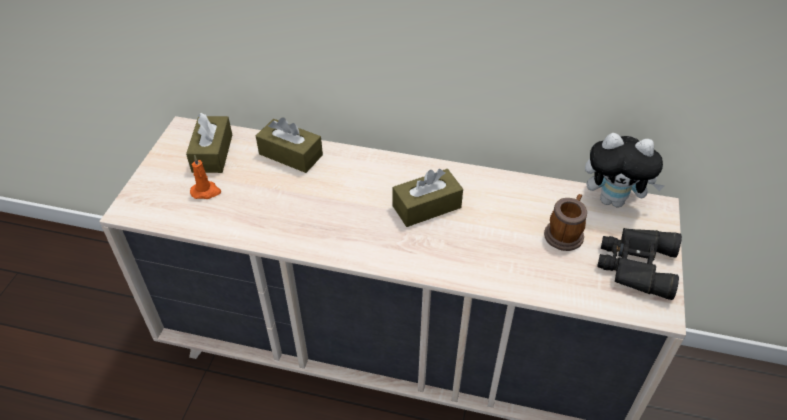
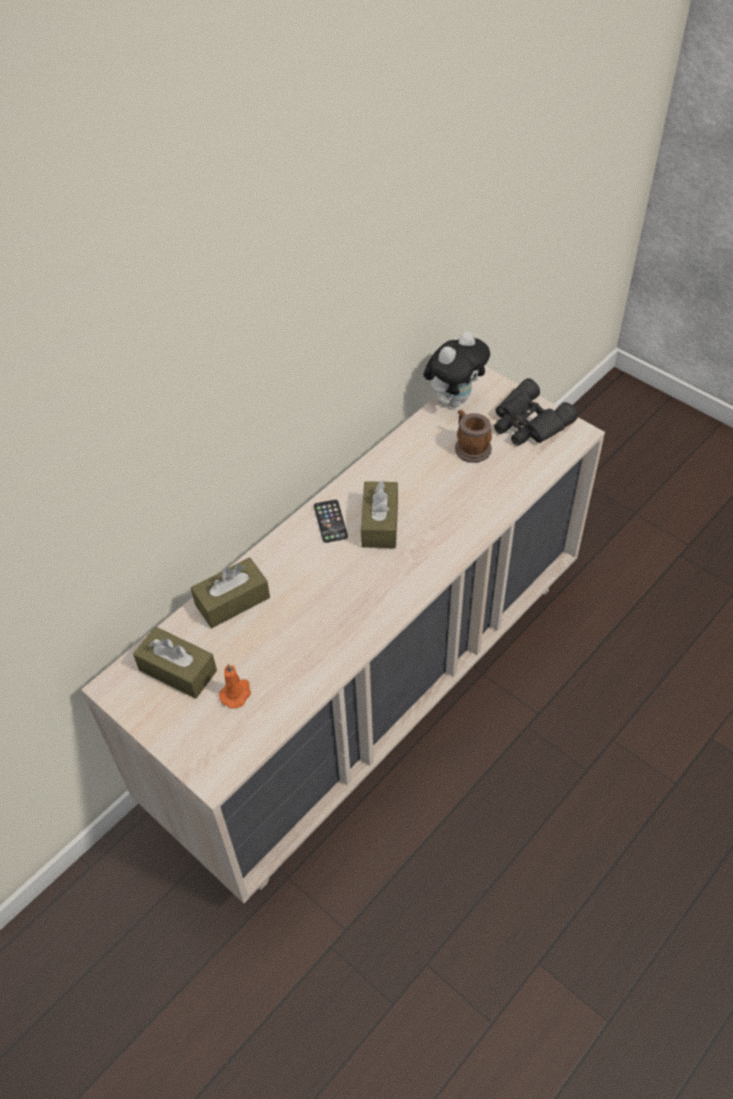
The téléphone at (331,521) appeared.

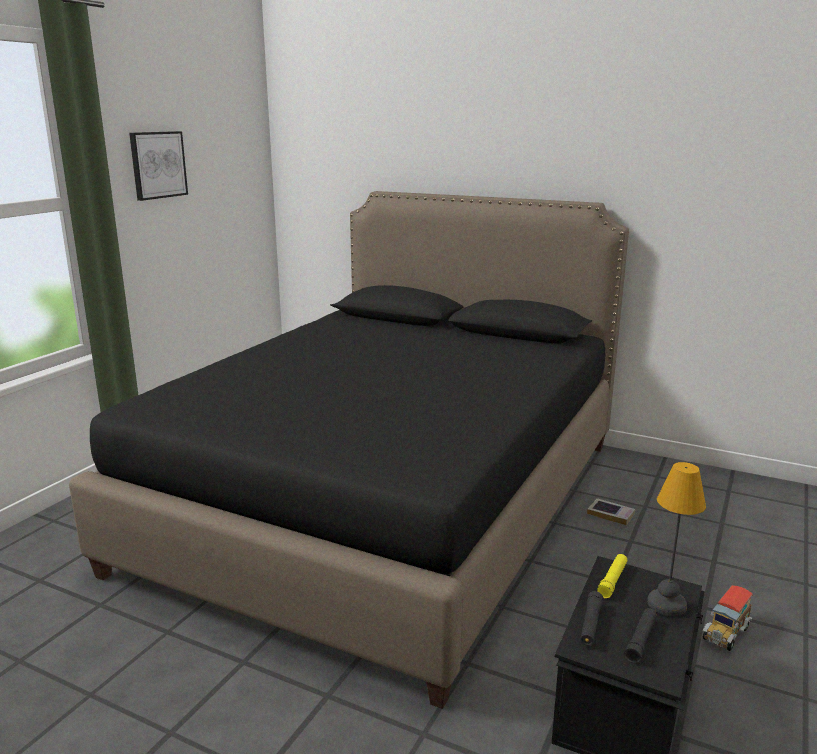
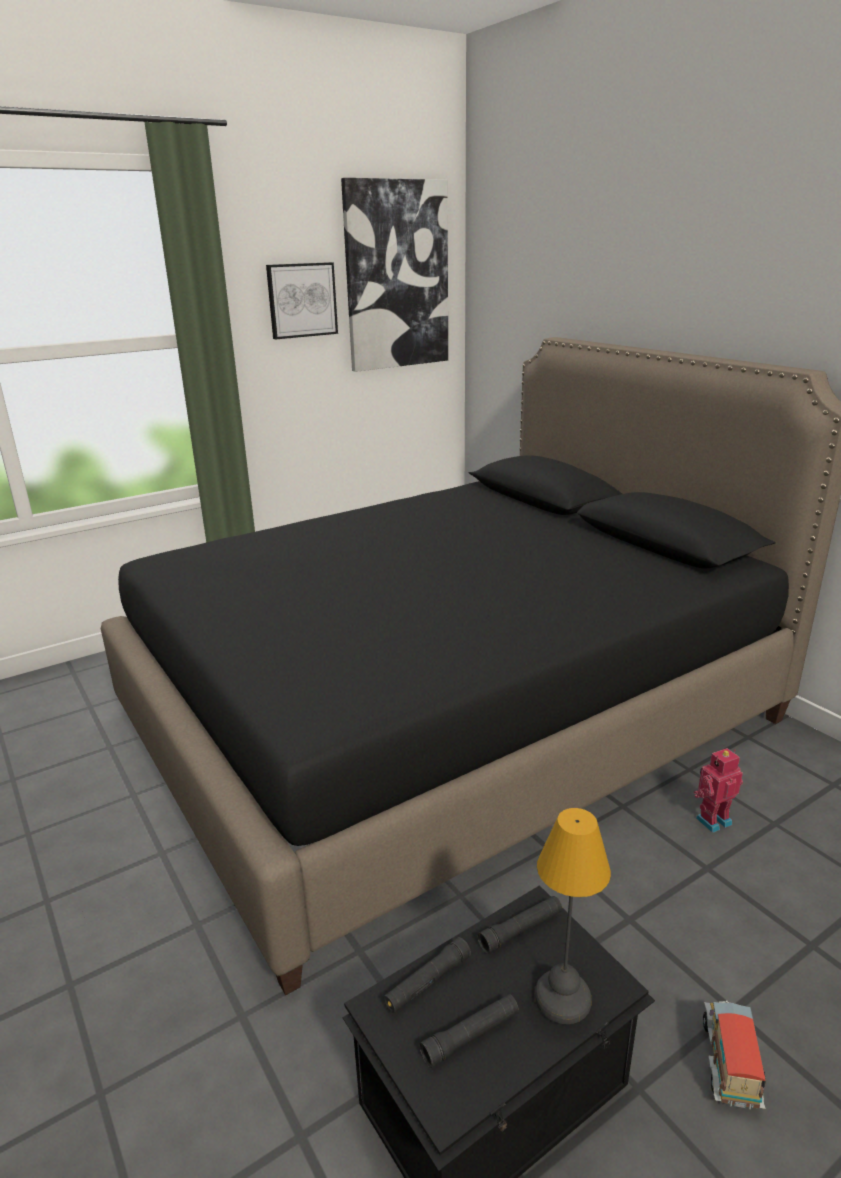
The tableau at (394,275) appeared.
The lampe de poche [jaune] at (612,576) became the lampe de poche [noir] at (520,925).
The livre at (611,511) was replaced by the robot jouet at (718,790).
The camion jouet at (728,618) turned 120 degrees clockwise.

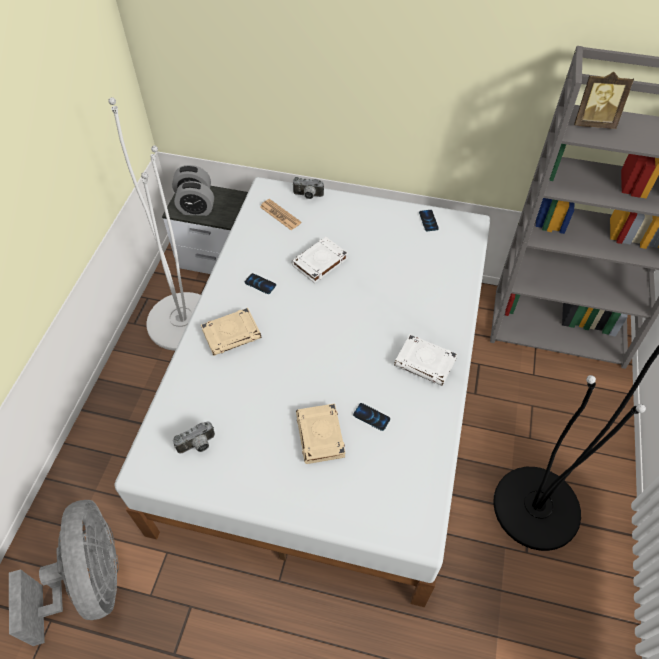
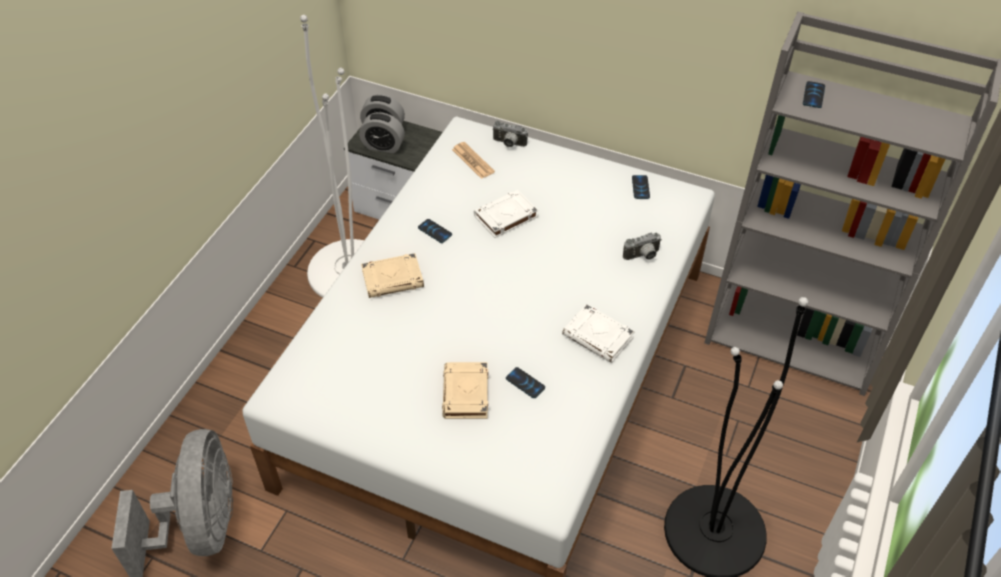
The appareil photo moved from (194,437) to (642,246).
The cadre photo at (604,100) was replaced by the téléphone at (814,94).

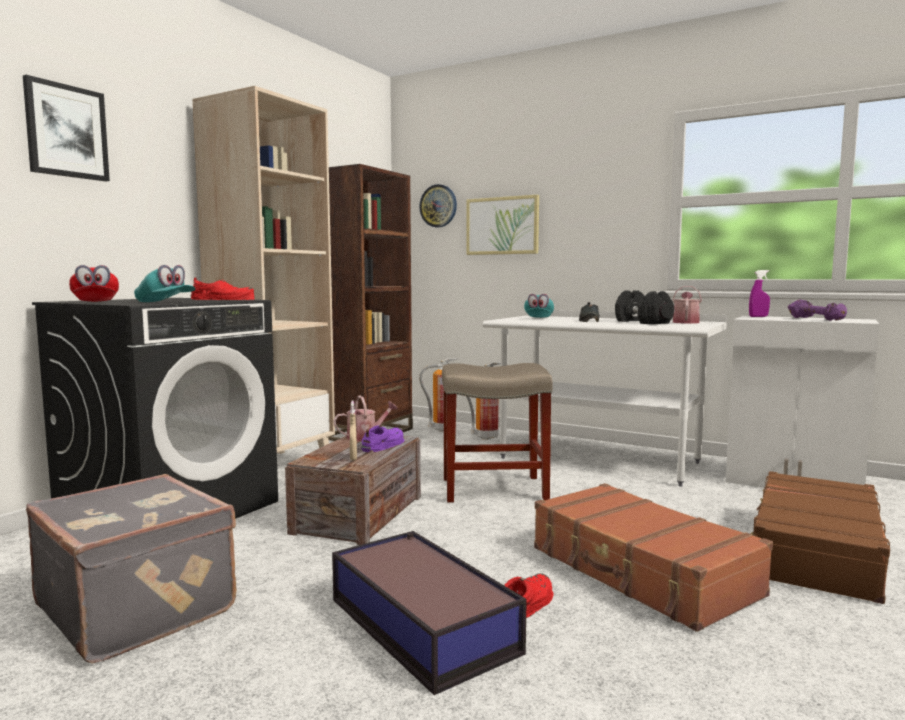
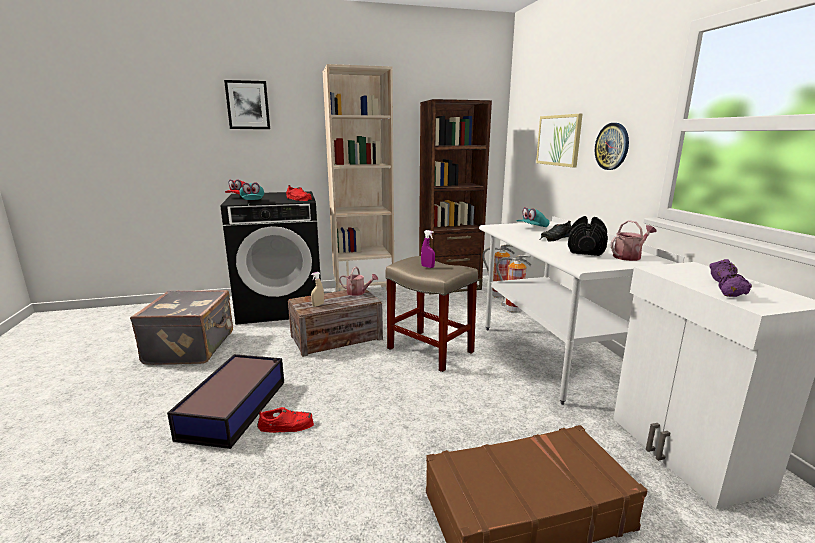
The vaporisateur [violet] moved from (759,293) to (428,249).
The horloge murale moved from (438,205) to (612,146).
The chaussure [violet] at (383,438) disappeared.
The valise [marron] at (653,557) disappeared.

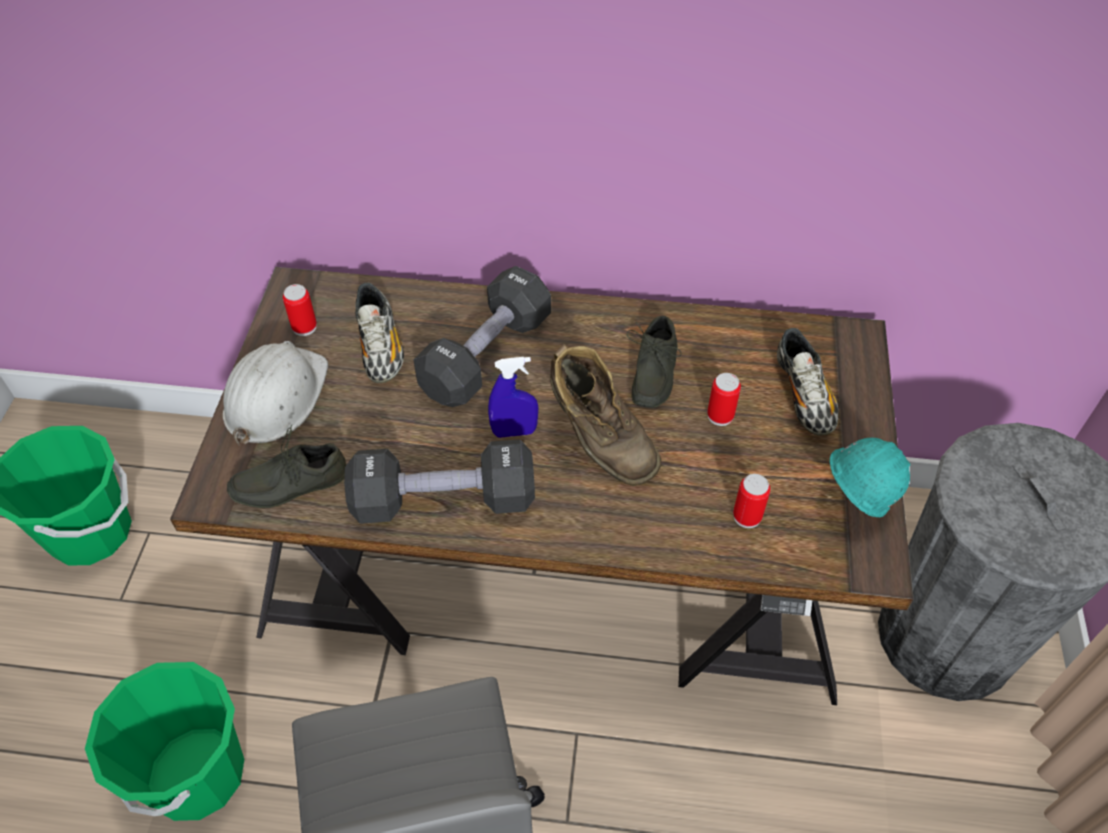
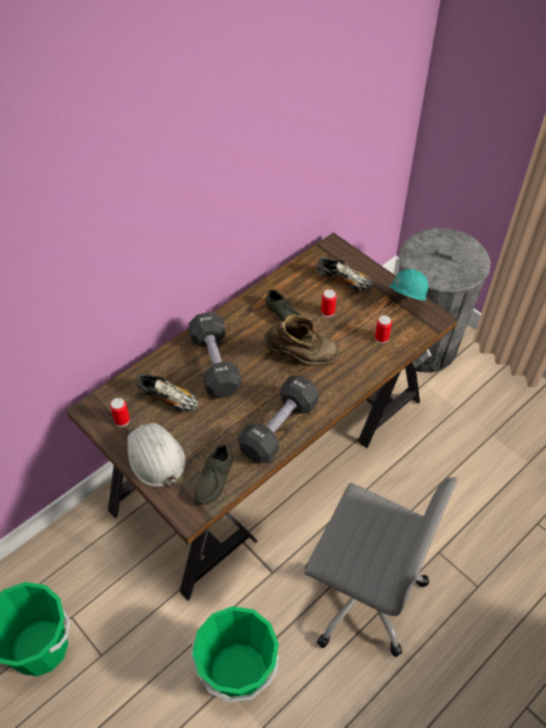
The vaporisateur [bleu] at (513,397) disappeared.

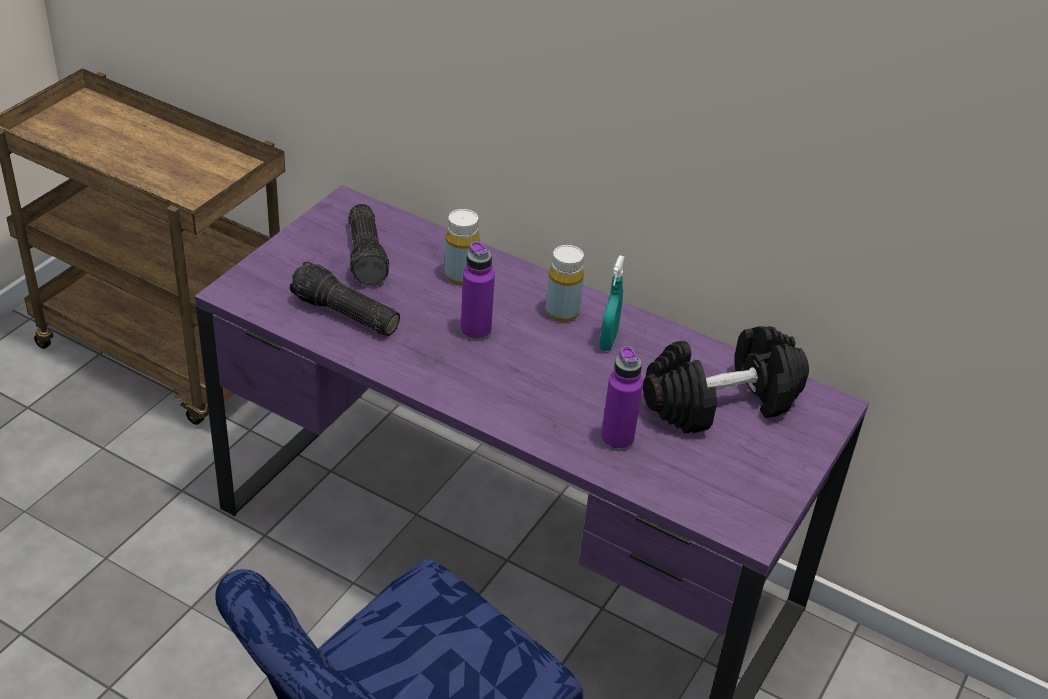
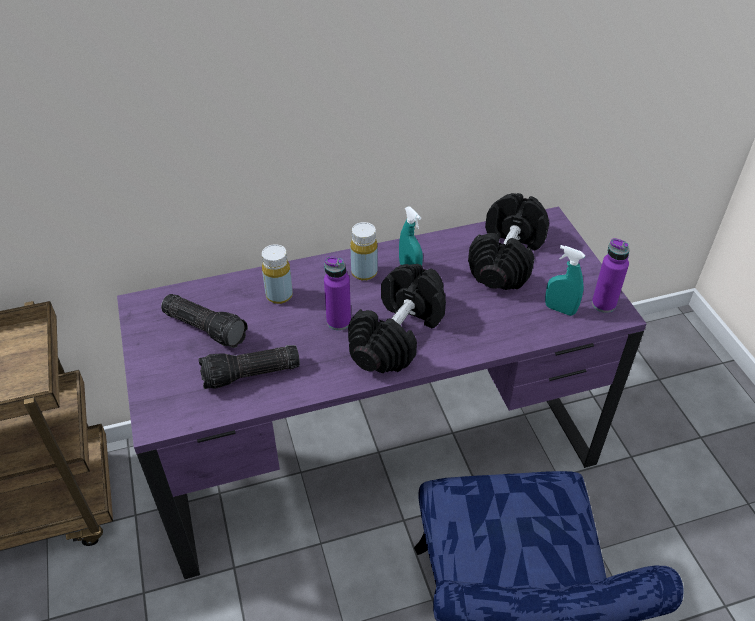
The haltère [noir] at (397,318) appeared.
The vaporisateur [turquoise] at (565,280) appeared.
The bouteille [violet] moved from (622,398) to (610,275).

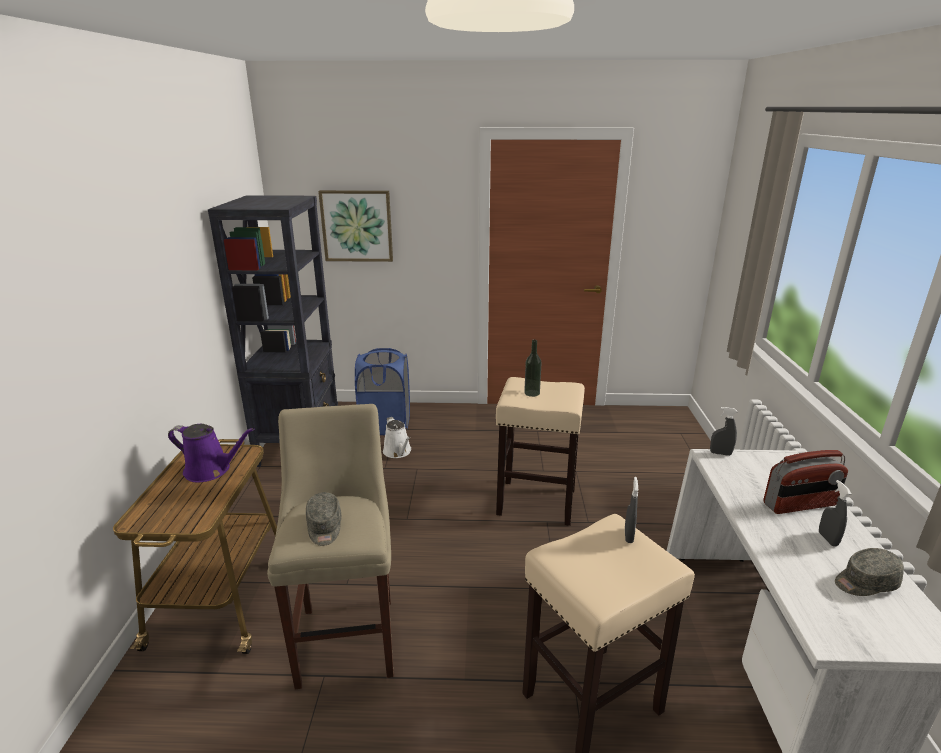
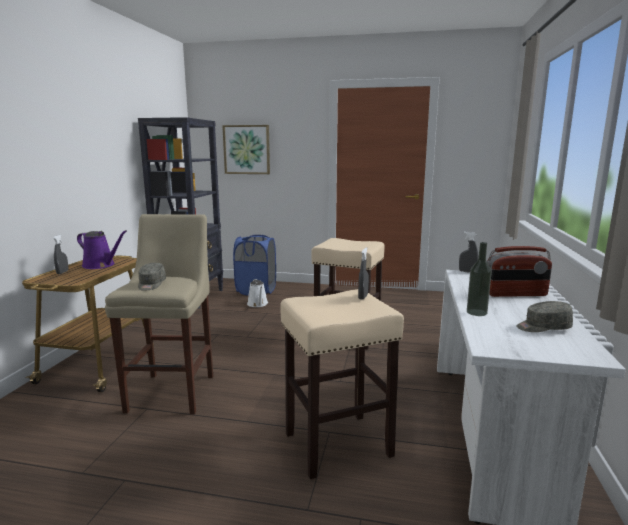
The vaporisateur [gris] moved from (835,513) to (60,254).
The bouteille moved from (533,368) to (479,279).

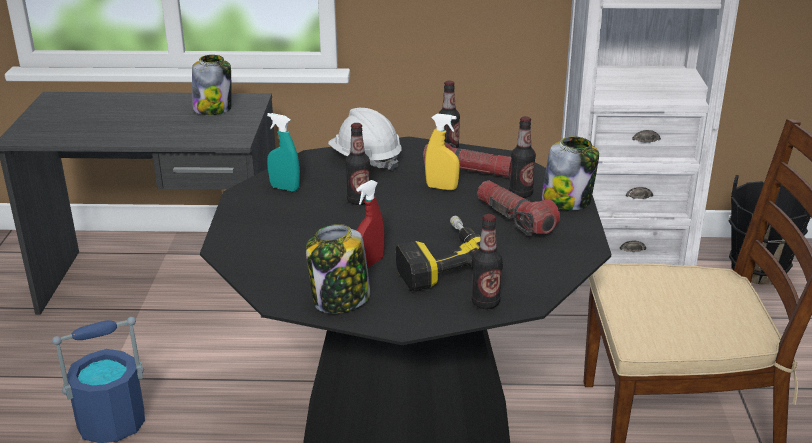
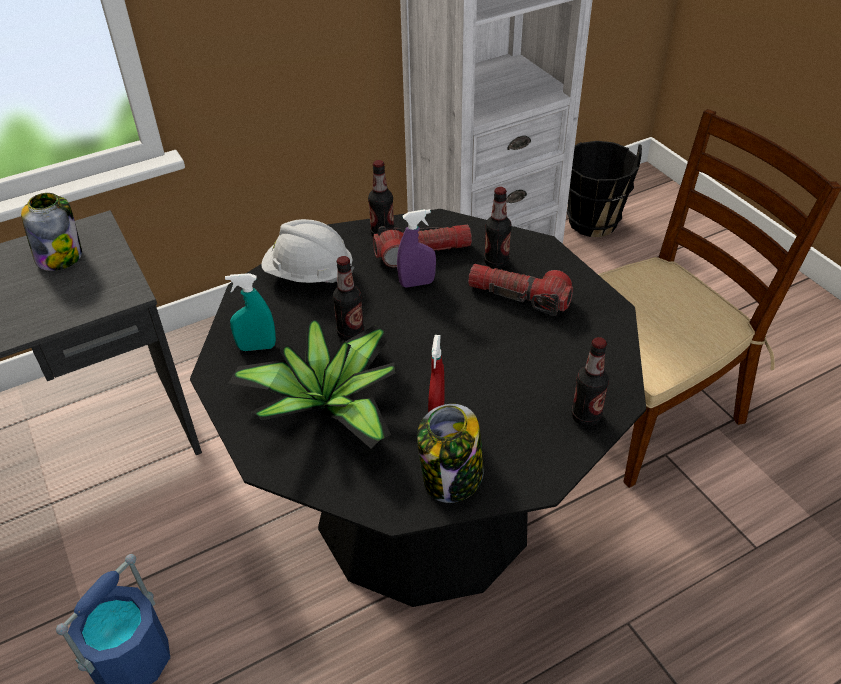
The plante en pot at (311,383) appeared.
The vaporisateur [jaune] at (442,151) became the vaporisateur [violet] at (416,248).
The perceuse at (449,253) disappeared.
The bocal at (570,173) disappeared.

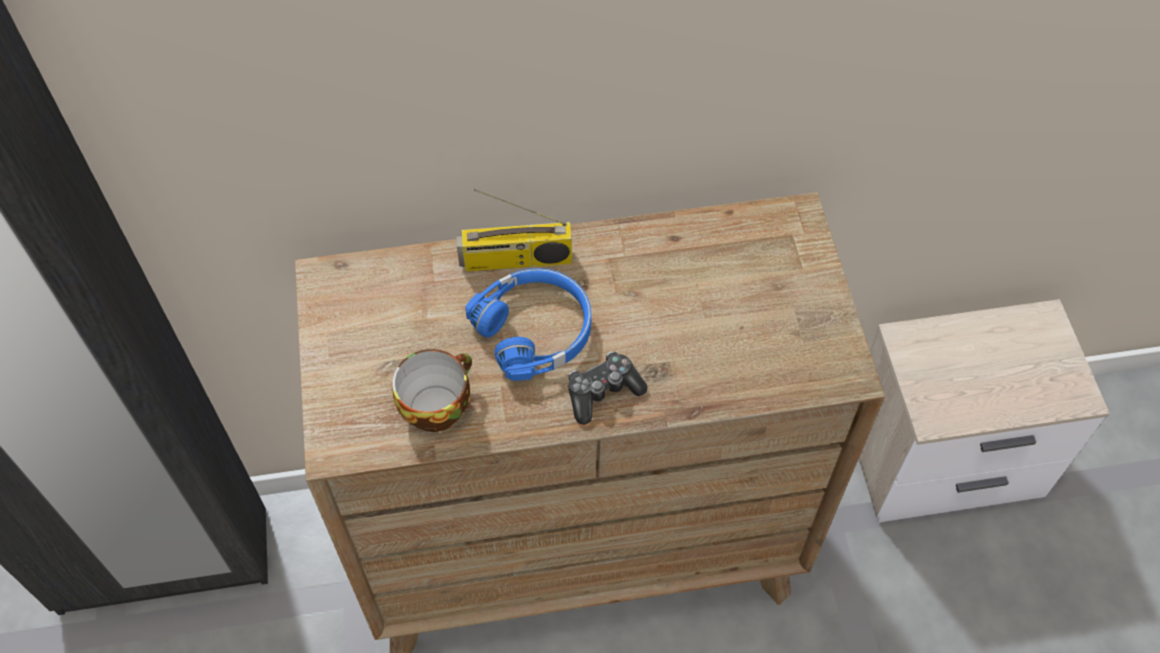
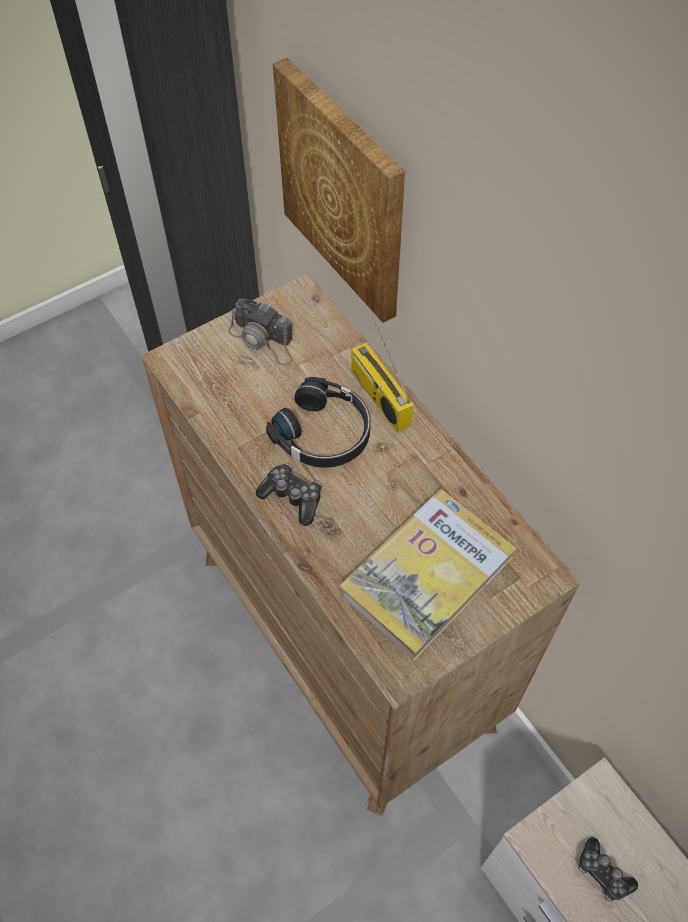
The appareil photo at (260,332) appeared.
The casque audio [bleu] at (528,324) became the casque audio [noir] at (318,422).
The tableau at (339,190) appeared.
The livre at (428,575) appeared.
The manette at (608,869) appeared.
The tasse at (432,390) disappeared.

